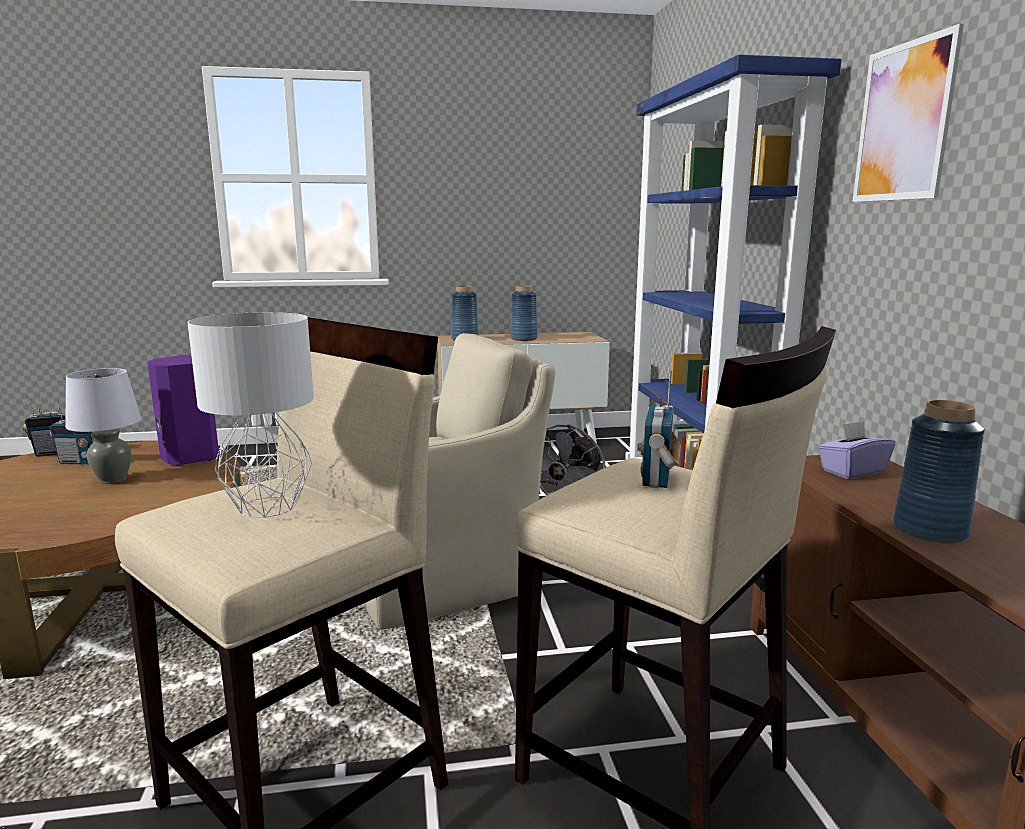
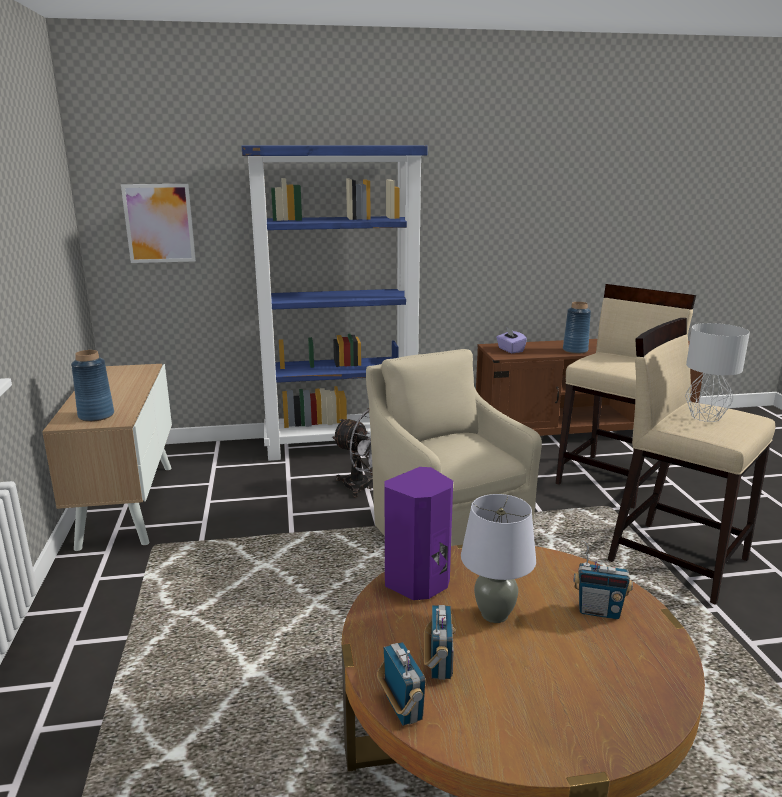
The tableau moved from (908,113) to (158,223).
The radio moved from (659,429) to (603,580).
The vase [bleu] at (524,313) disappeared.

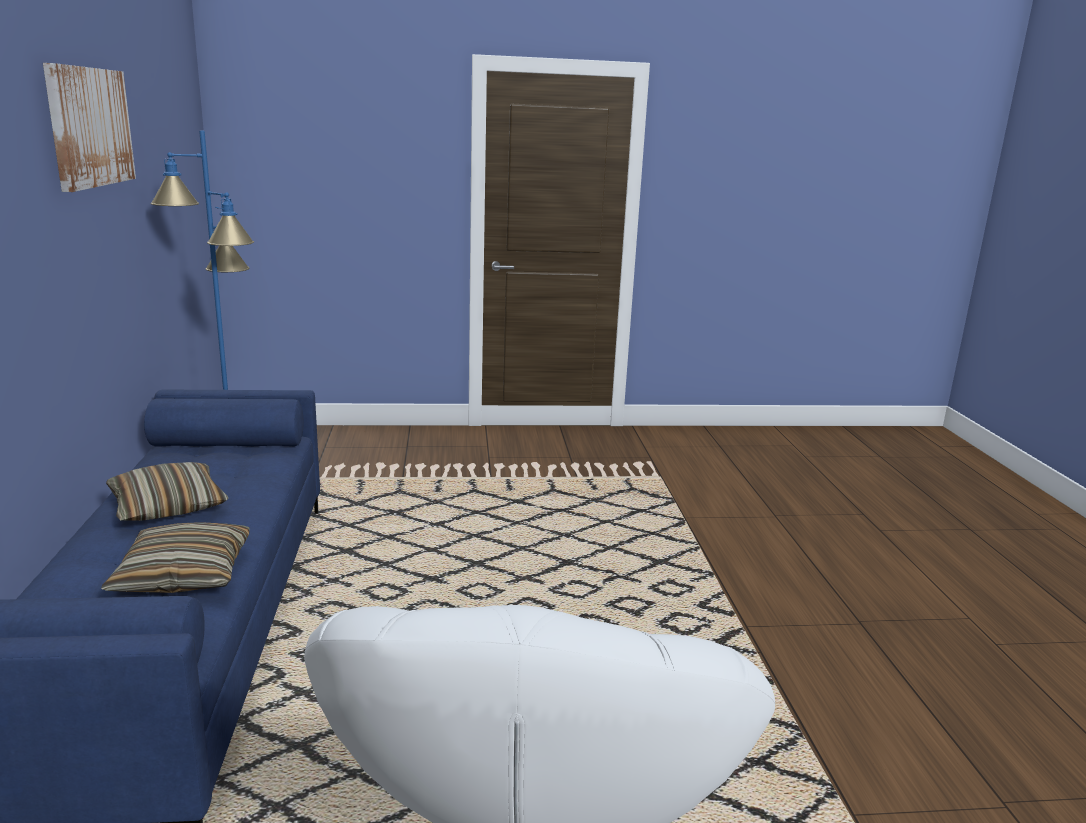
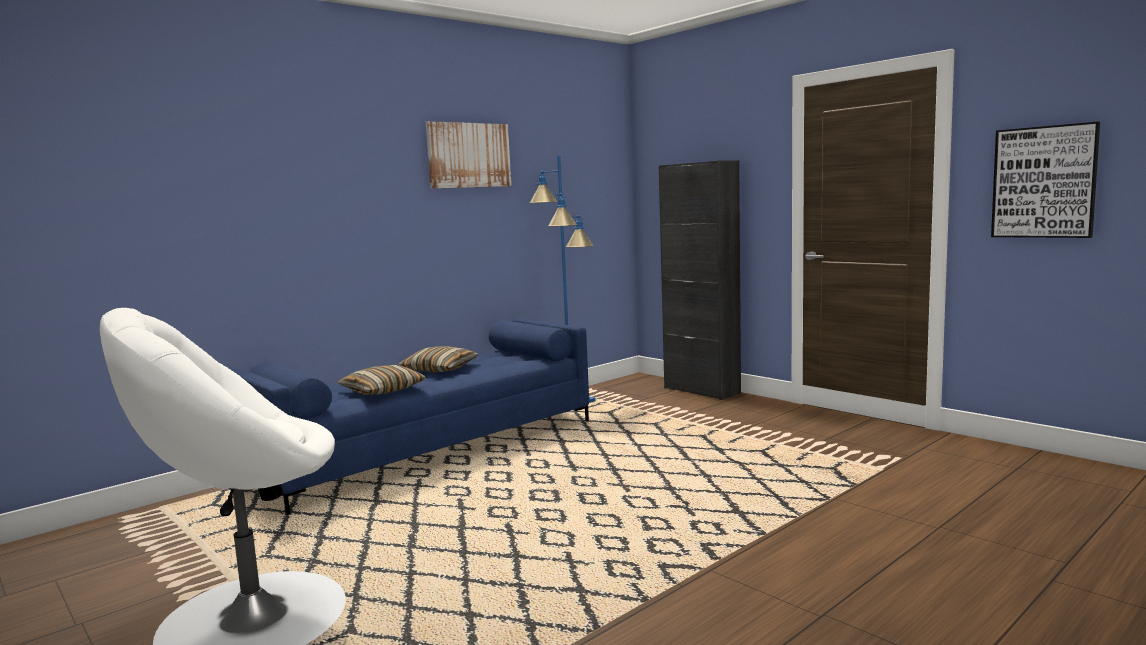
The meuble de rangement [noir] at (700,280) appeared.
The tableau at (1045,180) appeared.

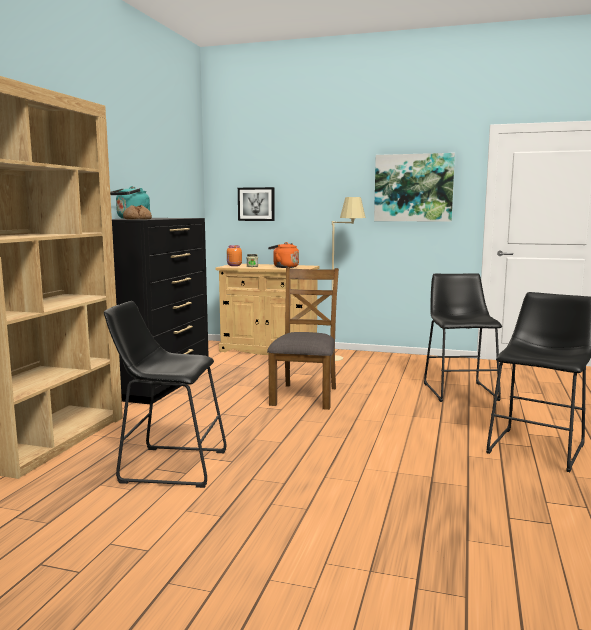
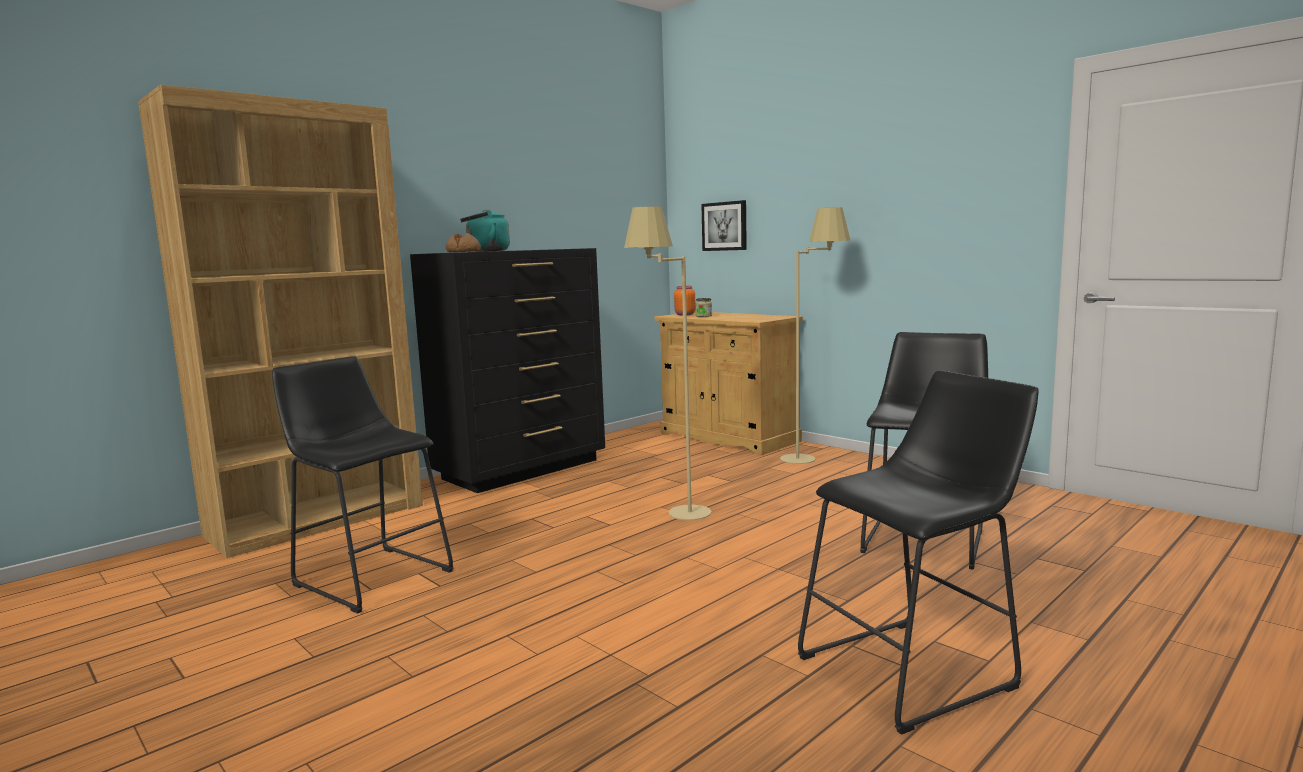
The chaise [marron] at (303,338) was replaced by the lampadaire [beige] at (667,363).
The bouilloire [orange] at (283,255) disappeared.
The tableau at (414,187) disappeared.

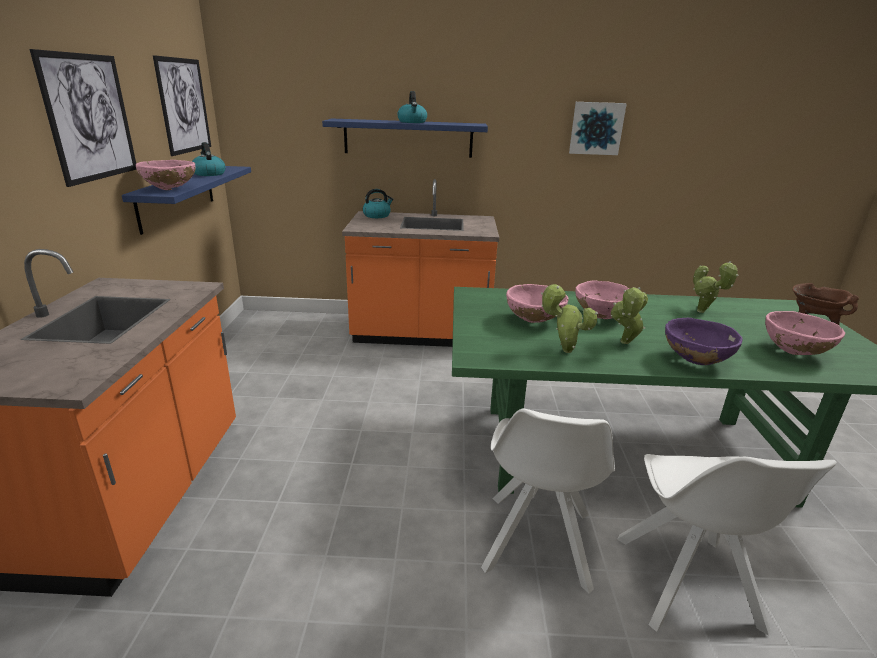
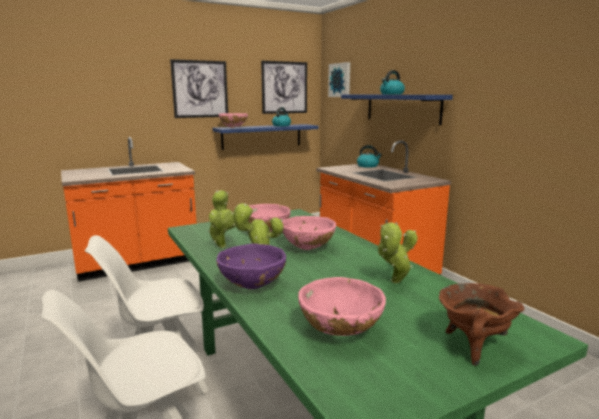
The tableau moved from (598,128) to (339,79).

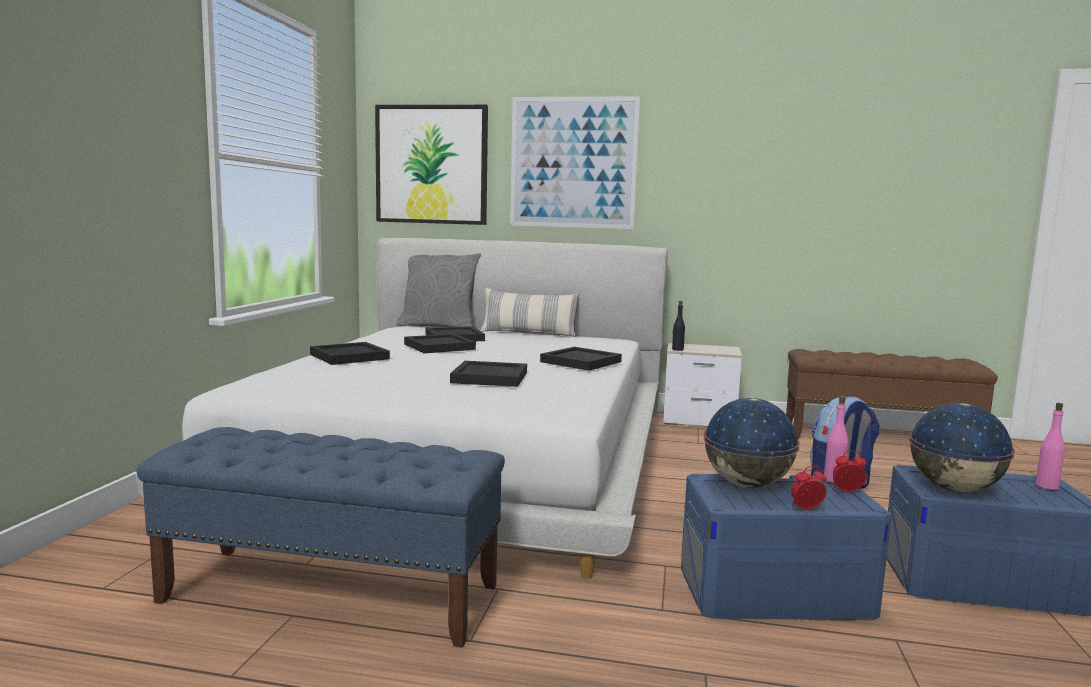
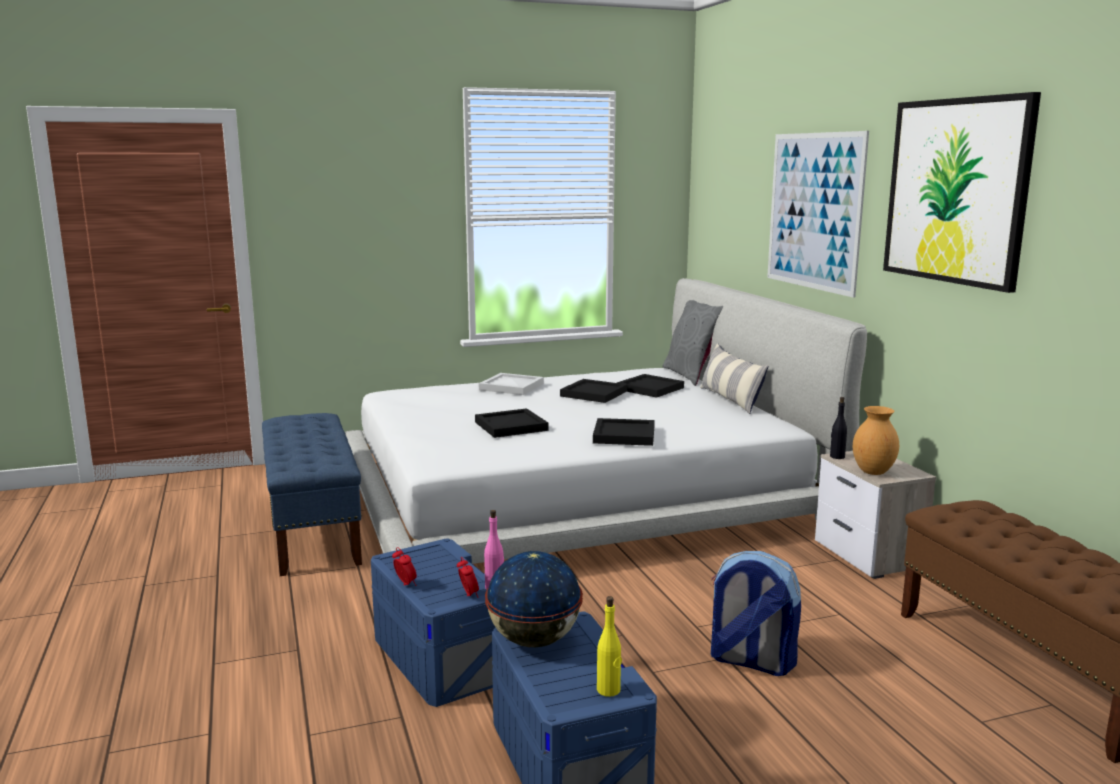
The plateau [noir] at (350,353) became the plateau [blanc] at (511,384).
The bouteille [rose] at (1050,446) became the bouteille [jaune] at (609,646).
The vase [marron] at (876,440) appeared.
The tableau moved from (431,165) to (962,192).
The globe at (751,443) disappeared.

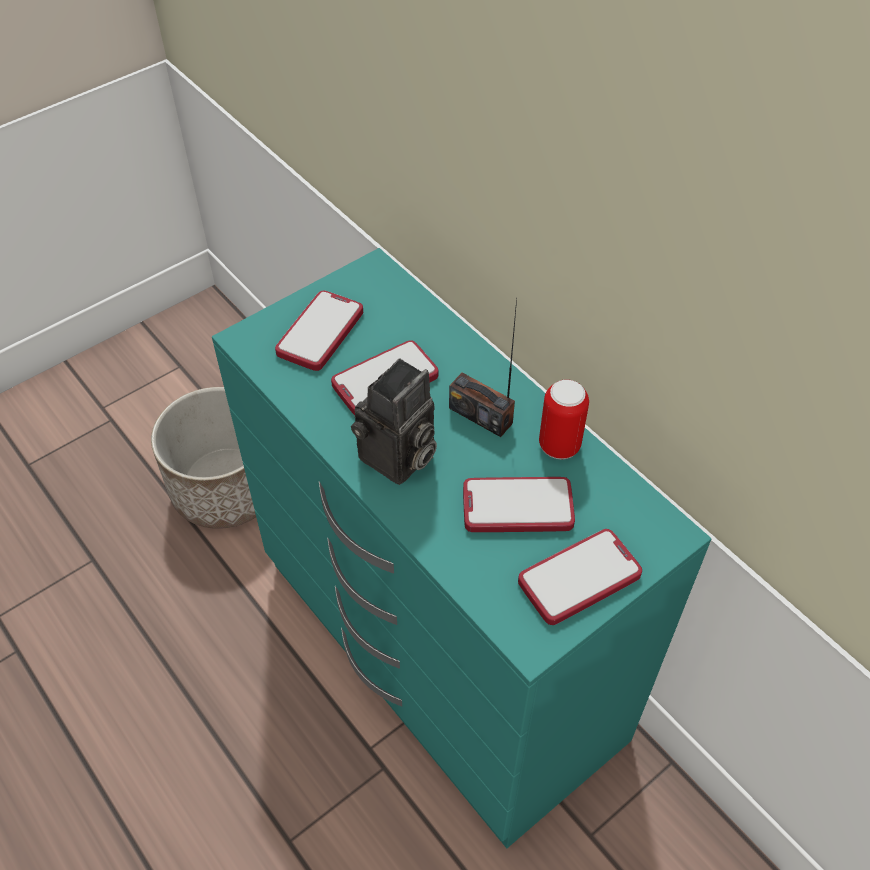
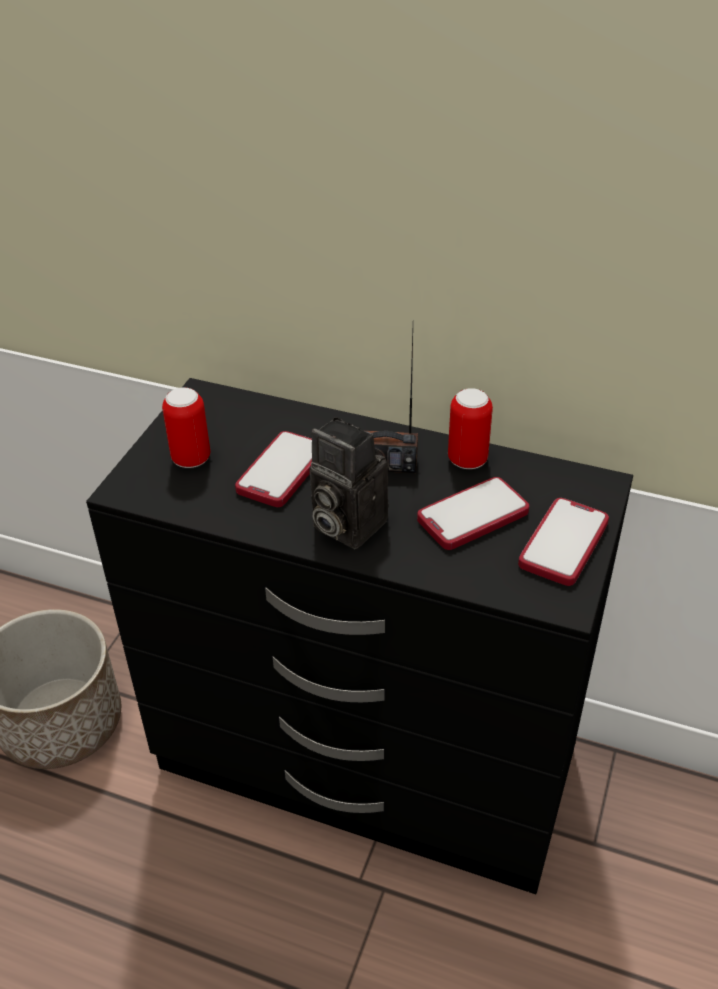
The commode [turquoise] at (461,548) became the commode [noir] at (359,636).
The téléphone at (319,330) was replaced by the boîte métallique at (186,427).
The appareil photo at (394,421) turned 120 degrees clockwise.

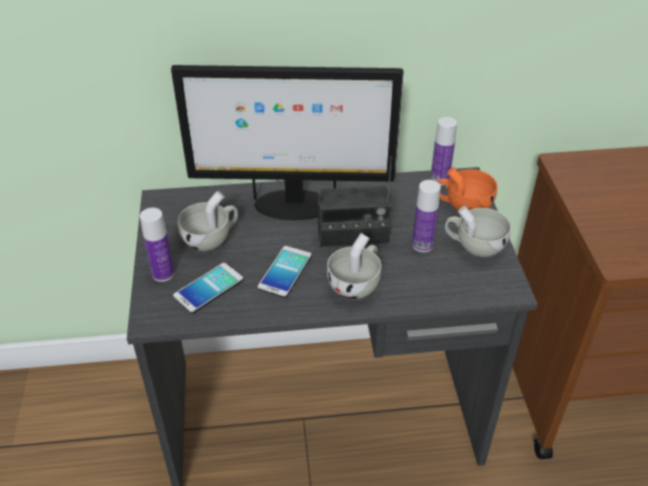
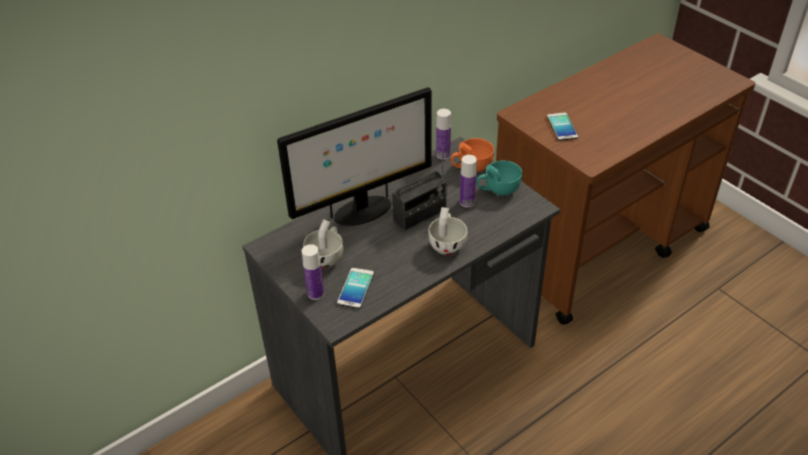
The tasse [blanc] at (478,231) became the tasse [turquoise] at (499,178).
The téléphone moved from (285,272) to (562,126).

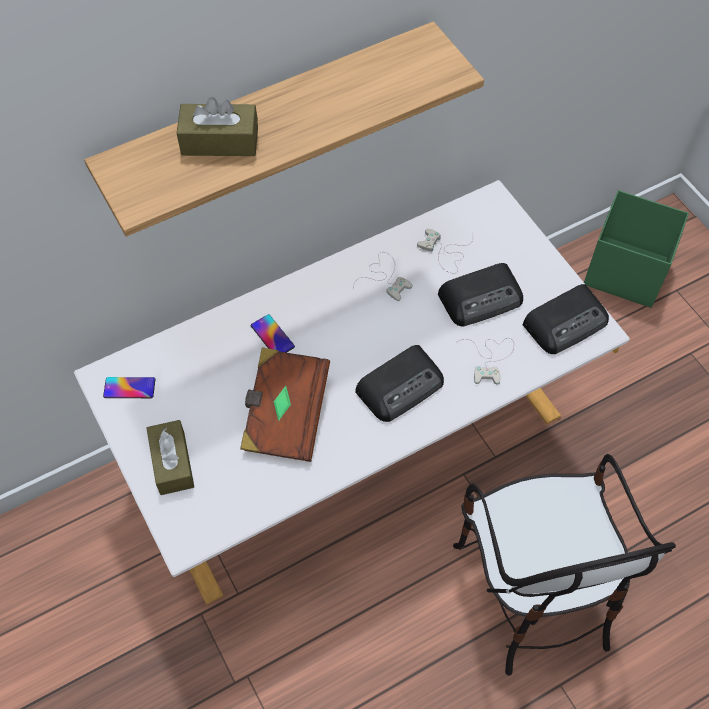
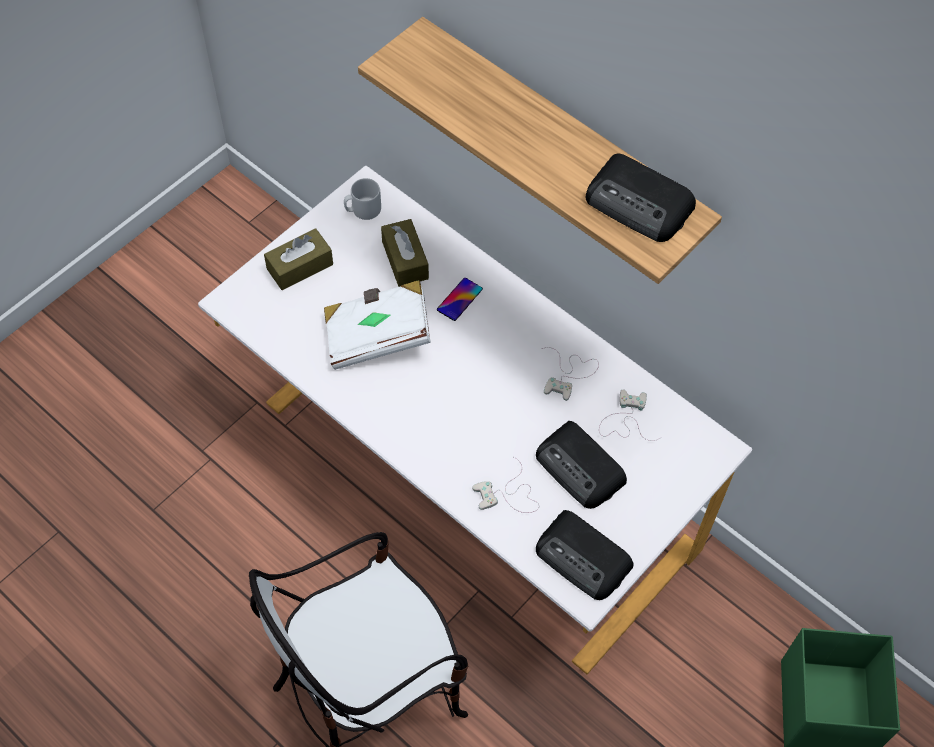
The livre [marron] at (285,405) became the livre [blanc] at (377,325).
The téléphone at (129,387) was replaced by the mug [gris] at (362,199).
The boîte à mouchoirs [marron] moved from (217,126) to (405,253).
The radio moved from (399,383) to (640,198).

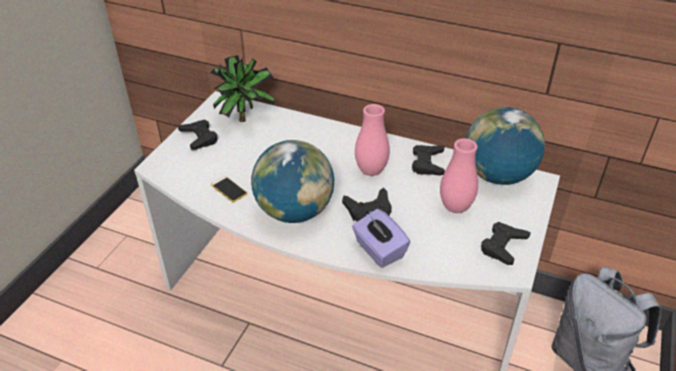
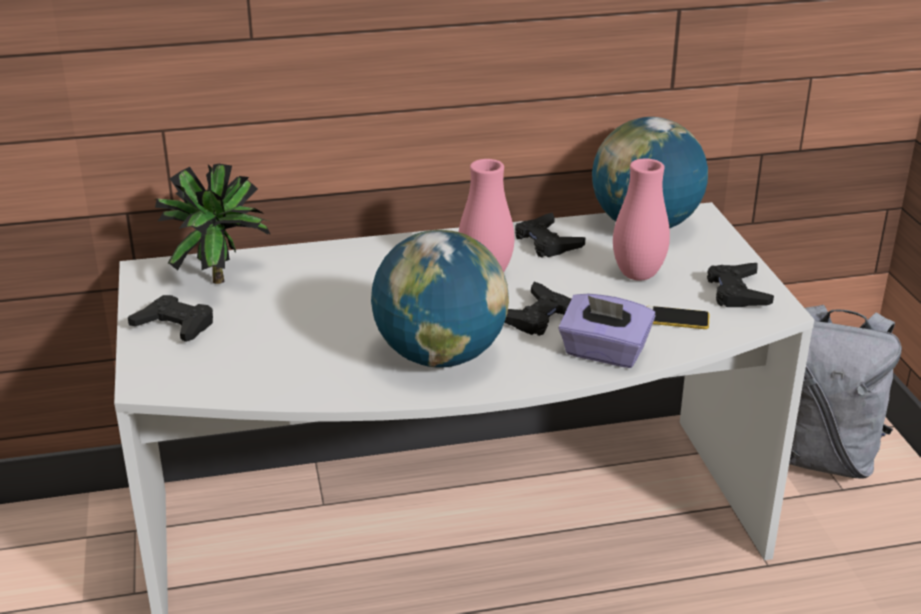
The téléphone moved from (229,189) to (678,317).

